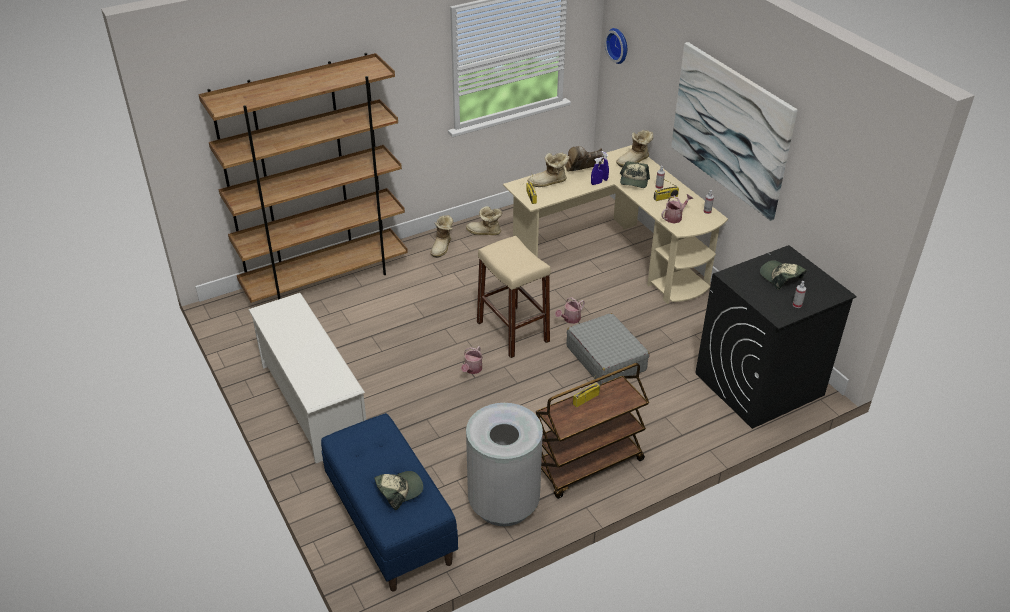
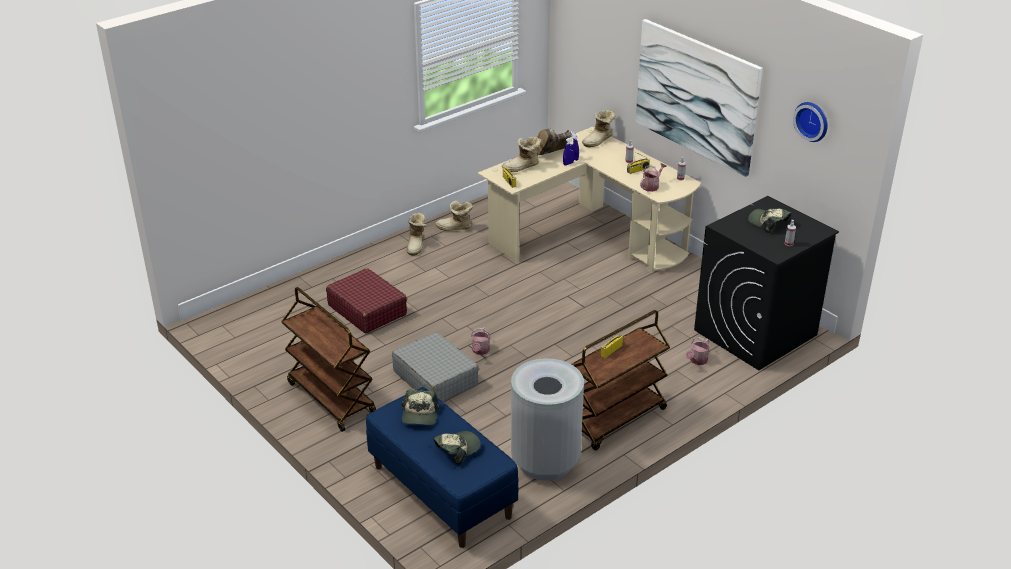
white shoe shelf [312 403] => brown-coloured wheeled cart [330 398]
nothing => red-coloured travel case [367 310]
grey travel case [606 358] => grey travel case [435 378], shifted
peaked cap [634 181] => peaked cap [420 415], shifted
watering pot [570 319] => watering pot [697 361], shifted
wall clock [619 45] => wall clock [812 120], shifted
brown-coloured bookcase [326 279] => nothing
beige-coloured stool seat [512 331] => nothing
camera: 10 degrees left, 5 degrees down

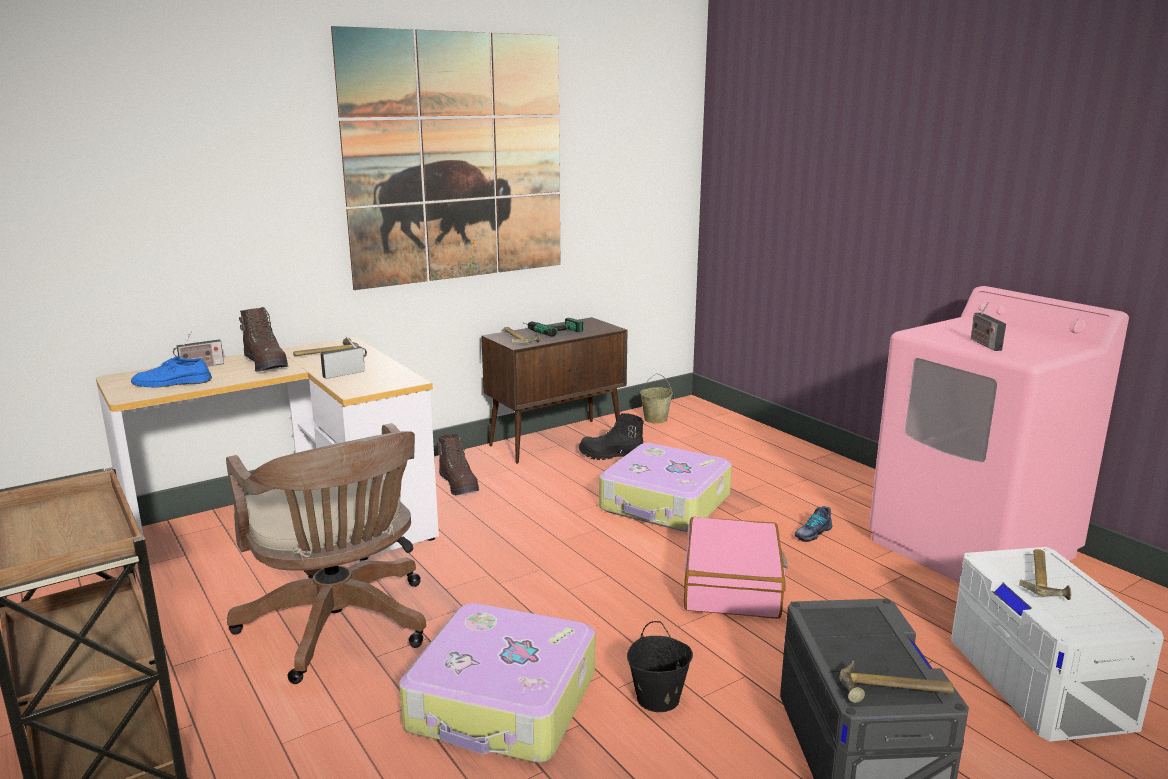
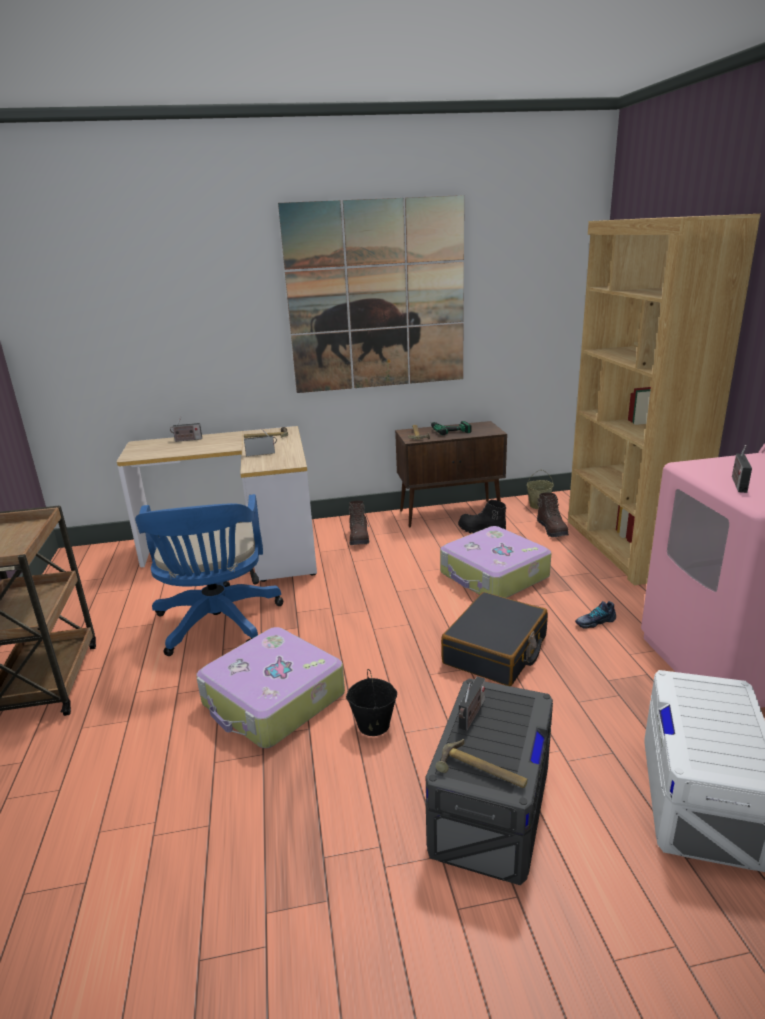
brown-coloured desk chair [340 628] => bluish desk chair [217 625]
pink travel case [733 584] => blackish travel case [496 651]
nothing => radio receiver [471 716]
brown-coloured high-top boot [266 364] => brown-coloured high-top boot [552 530], shifted
nothing => brown-coloured bookcase [625 547]
bluish item of footwear [172 383] => nothing
tool hammer [1044 578] => nothing
camera: 25 degrees right, 5 degrees up

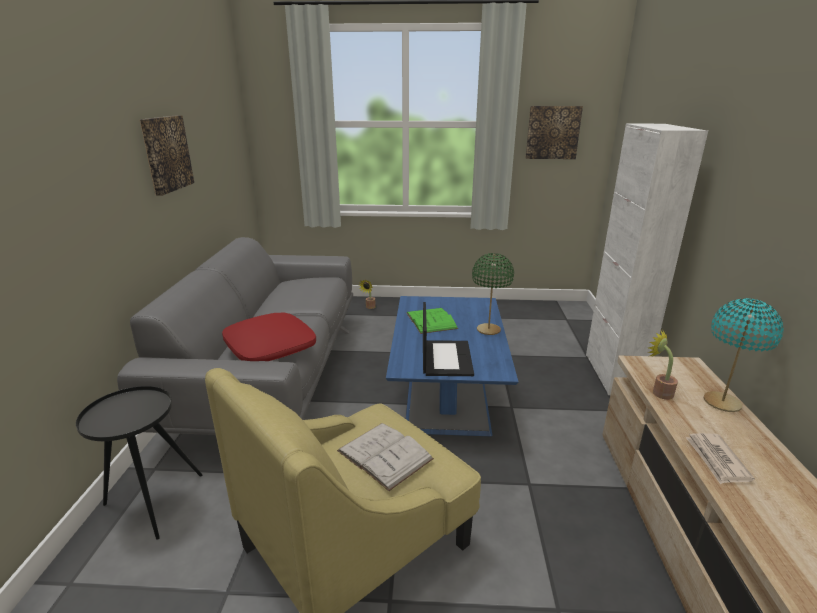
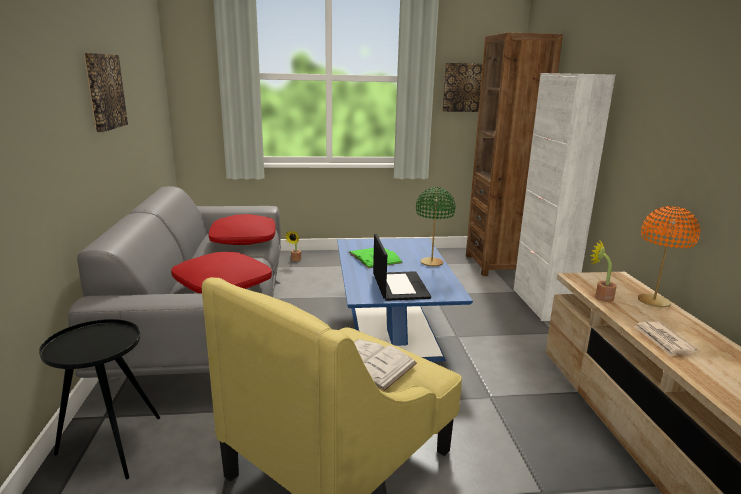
nothing => red-coloured cushion [243 239]
nothing => brown-coloured bookcase [496 265]
turquoise tabletop lamp [722 403] => orangey tabletop lamp [654 302]
camera: 10 degrees left, 5 degrees down

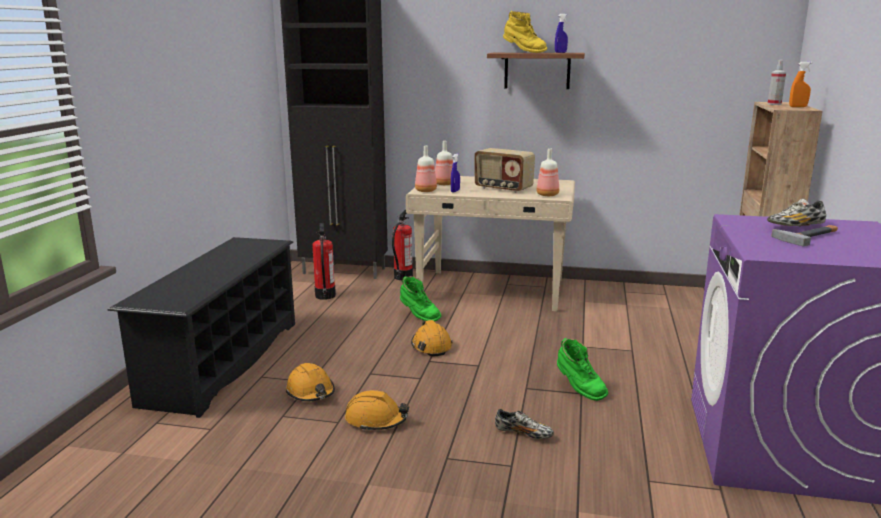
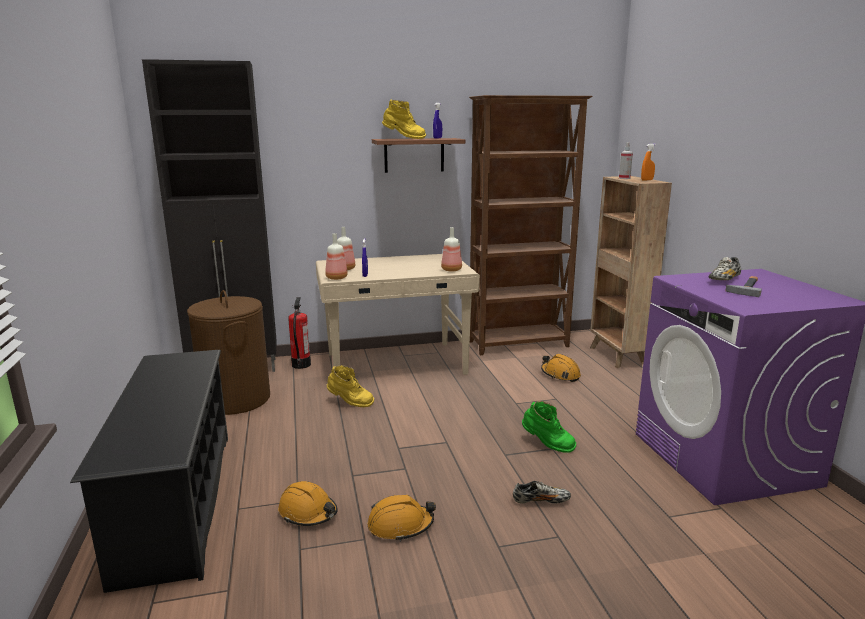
fire-fighting cylinder [325 296] => brown-coloured laundry basket [235 399]
green-coloured high-top boot [418 316] => yellow high-top boot [350 403]
nothing => brown-coloured bookcase [519 344]
orangey safety helmet [431 346] => orangey safety helmet [560 374], shifted
radio receiver [503 189] => nothing
camera: 25 degrees left, 0 degrees up

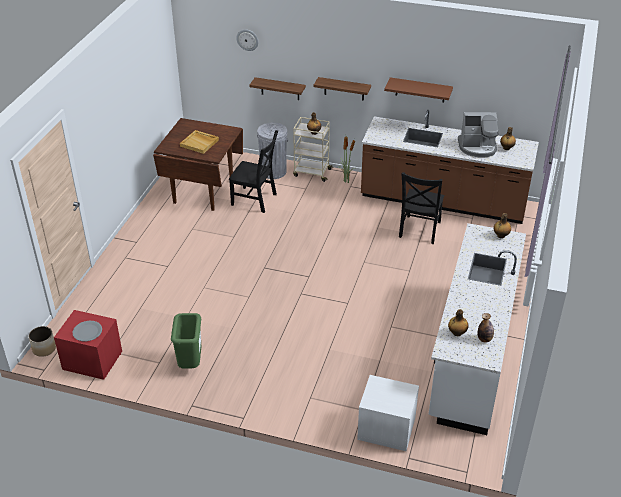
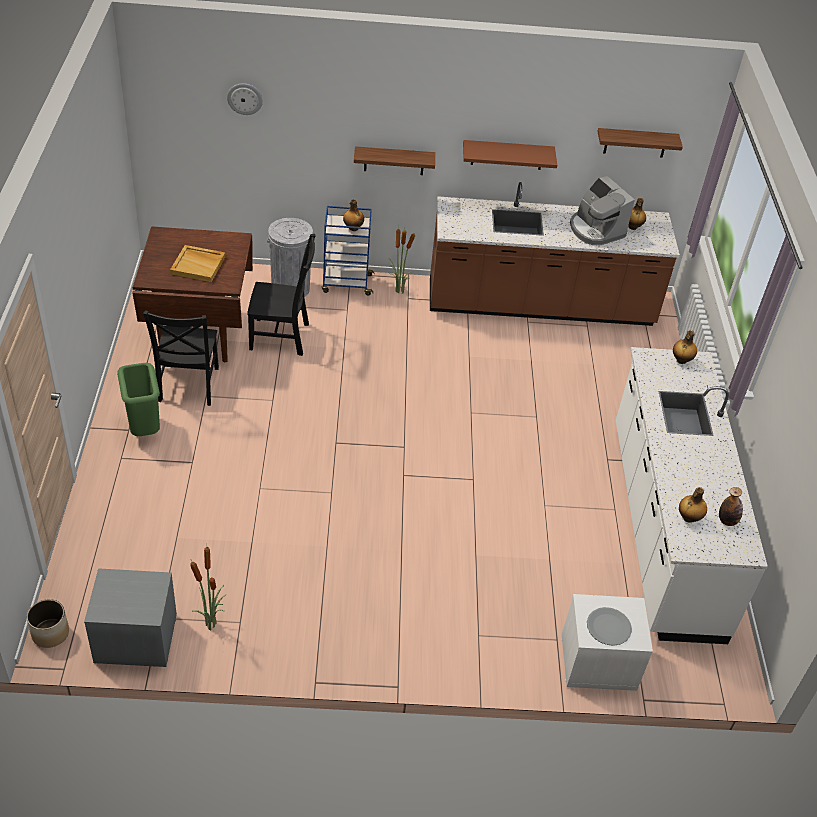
red-coloured night table [91 361] => grey night table [135 639]
green-coloured waste bin [191 363] => green-coloured waste bin [145 430], shifted
blackish upright chair [419 231] => blackish upright chair [188 386], shifted
nothing => plant in a pot [211 623]
beige-coloured wheeled cart [311 172] => bluish wheeled cart [346 283]
coffee machine [477 147] => coffee machine [595 230], 75 degrees clockwise
grey dinner plate [87 332] => grey dinner plate [608 627], shifted
wall shelf [280 89] => wall shelf [635 142], shifted
camera: 20 degrees left, 5 degrees up

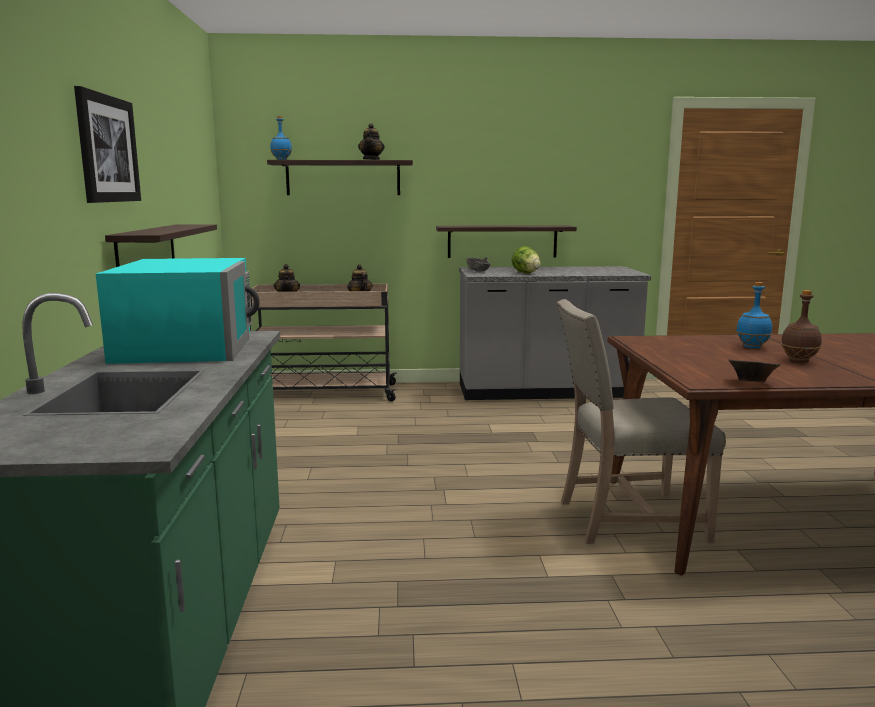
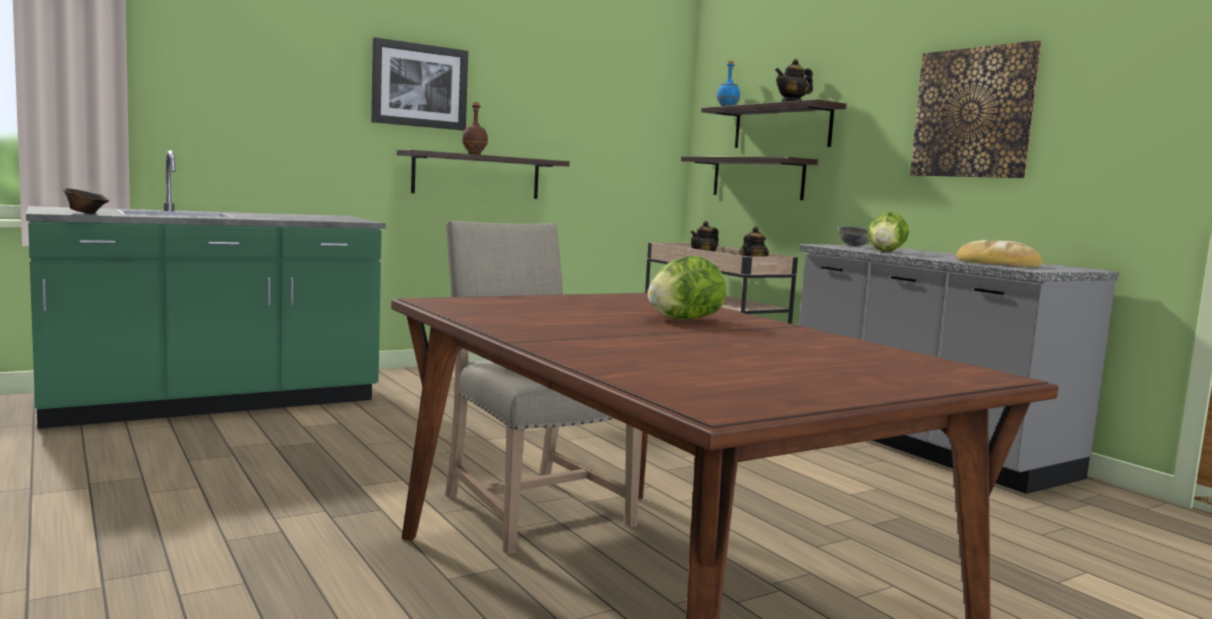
brown-coloured bowl [750 383] => brown-coloured bowl [86 213], shifted
brown-coloured drink bottle [798 361] => brown-coloured drink bottle [474 154], shifted
bluish drink bottle [752 347] => lettuce head [683 319]
wall shelf [502 241] => wall shelf [757 178], shifted
nothing => wall picture [973 113]
nothing => baked bread [997 263]
turquoise kitchen microwave [187 345] => nothing
camera: 60 degrees right, 5 degrees down

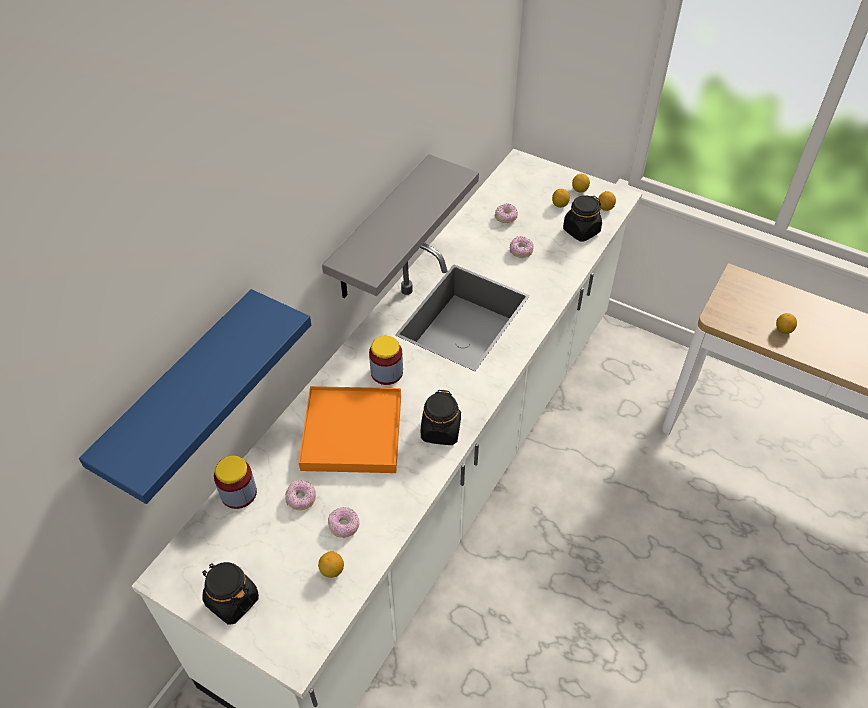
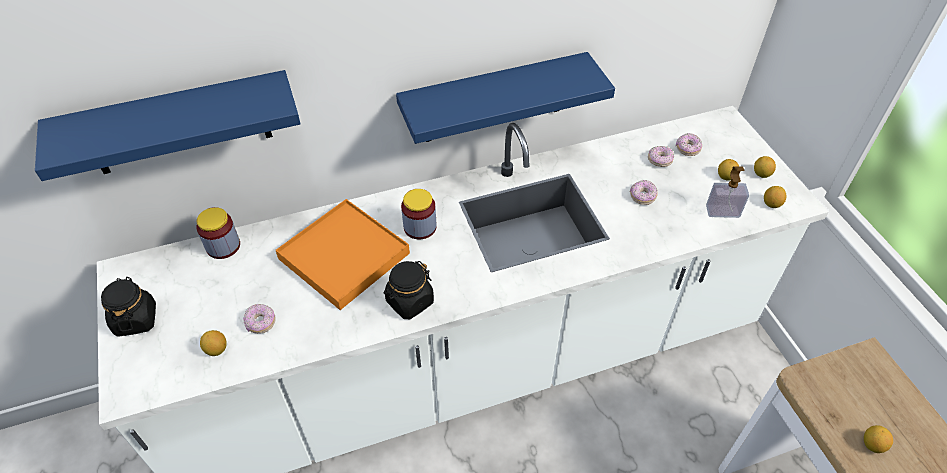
grey wall shelf [380 230] => bluish wall shelf [493 99]
donut [301 499] => donut [687 149], shifted
blackish jar [581 231] => liquid soap bottle [722 211]
camera: 40 degrees right, 0 degrees up

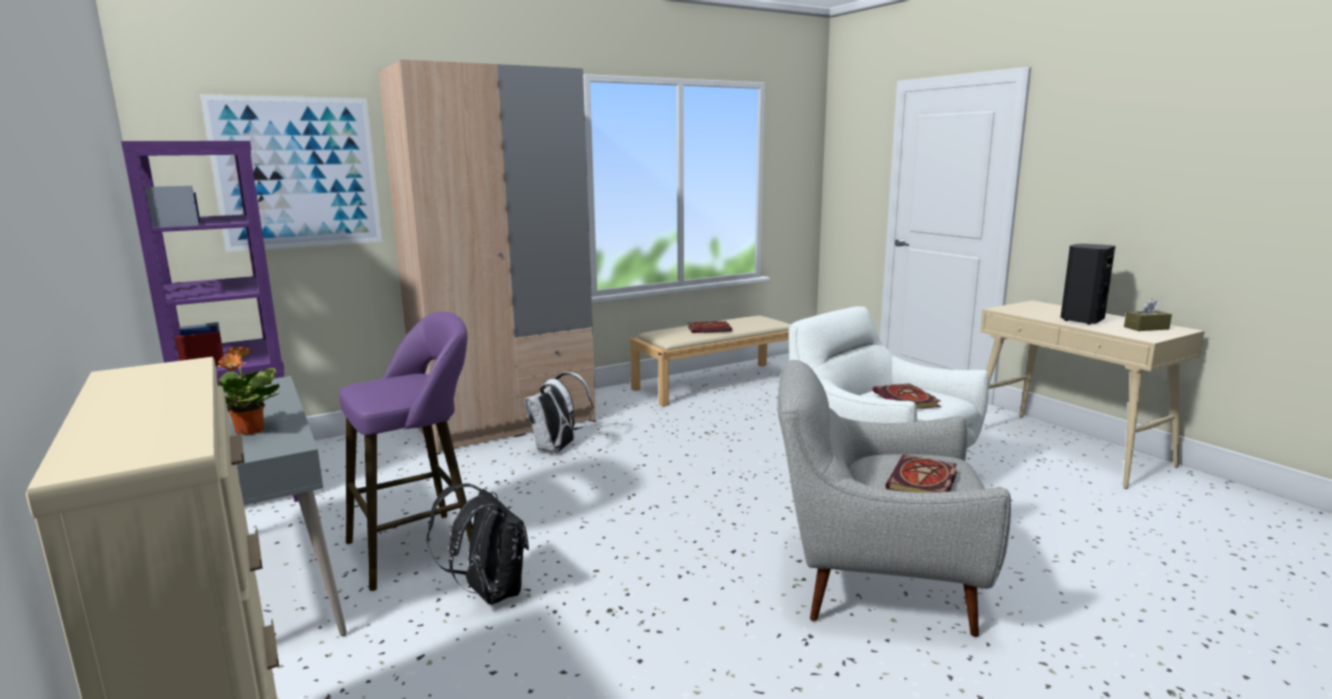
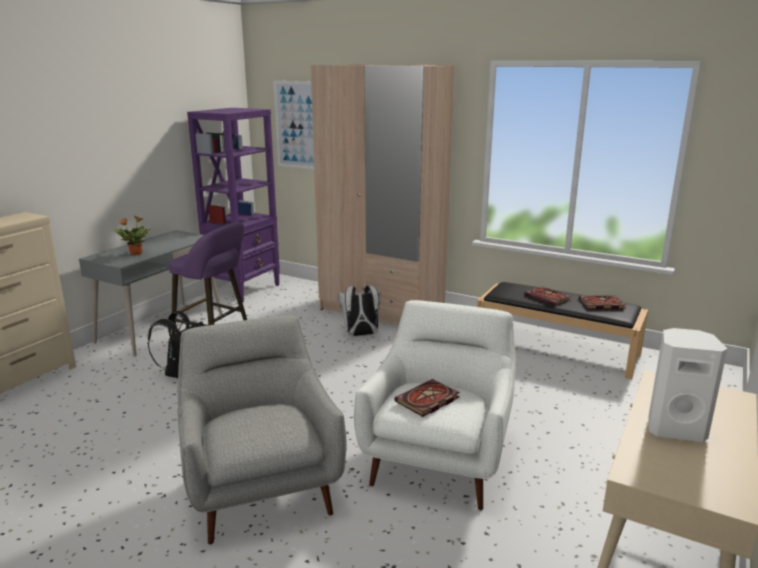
beige-coloured bench [717 383] => blackish bench [557 349]
volume [923 482] => volume [601 304], shifted
blackish loudspeaker [1081 320] => white loudspeaker [674 428]
brown-coloured tissue holder [1146 328] => nothing
camera: 60 degrees right, 5 degrees up

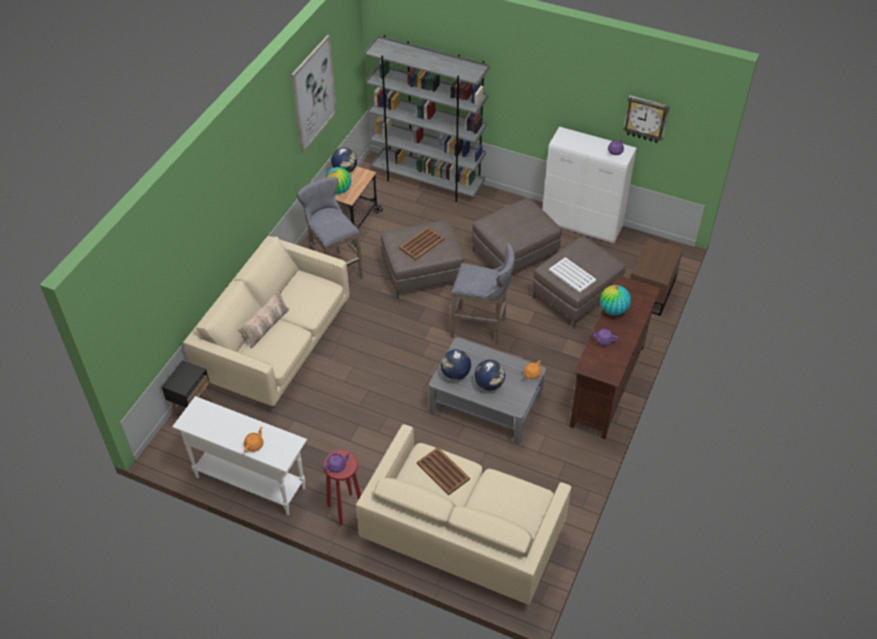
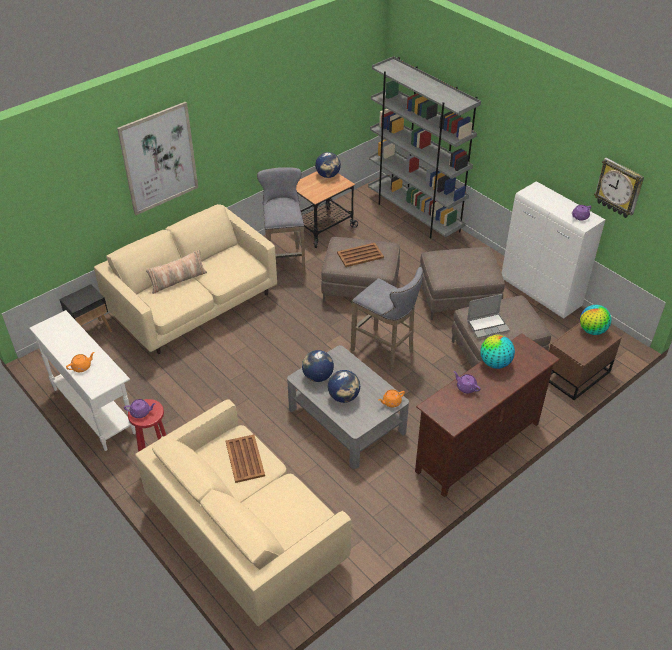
wall picture [313 94] => wall picture [159 158], shifted
white serving tray [572 275] => notebook computer [488 326]
world globe [339 190] => world globe [592 330], shifted
camera: 25 degrees right, 5 degrees down

